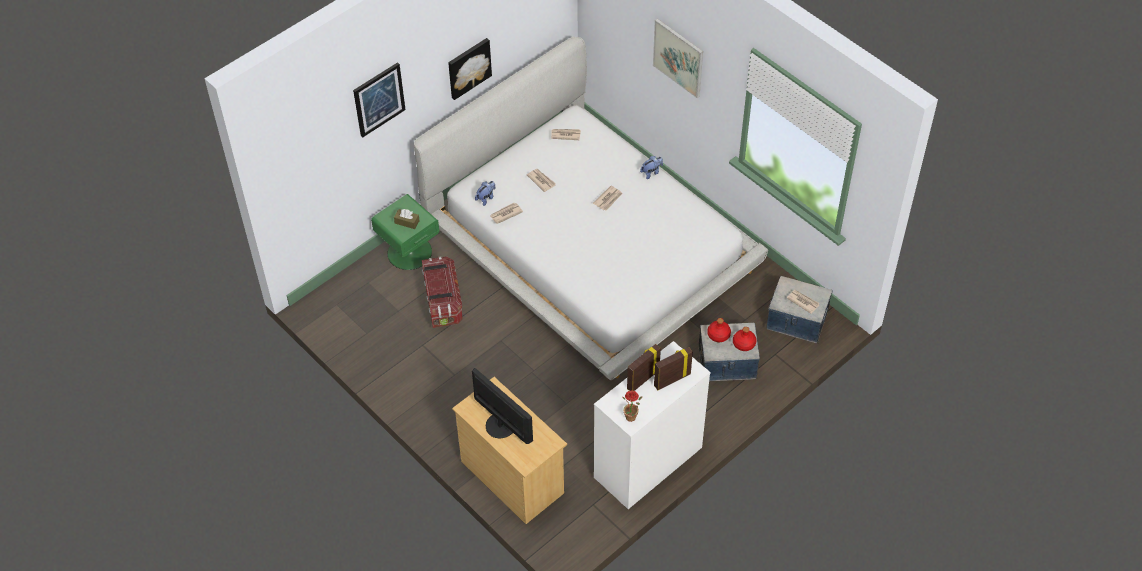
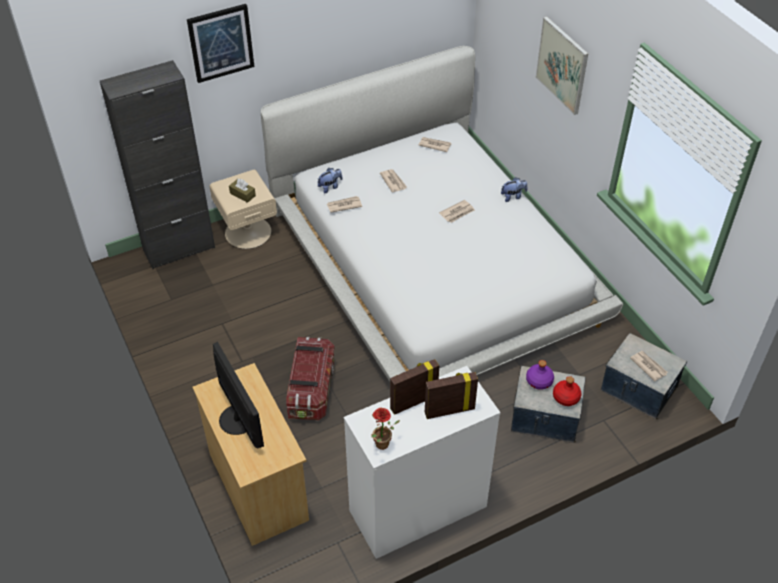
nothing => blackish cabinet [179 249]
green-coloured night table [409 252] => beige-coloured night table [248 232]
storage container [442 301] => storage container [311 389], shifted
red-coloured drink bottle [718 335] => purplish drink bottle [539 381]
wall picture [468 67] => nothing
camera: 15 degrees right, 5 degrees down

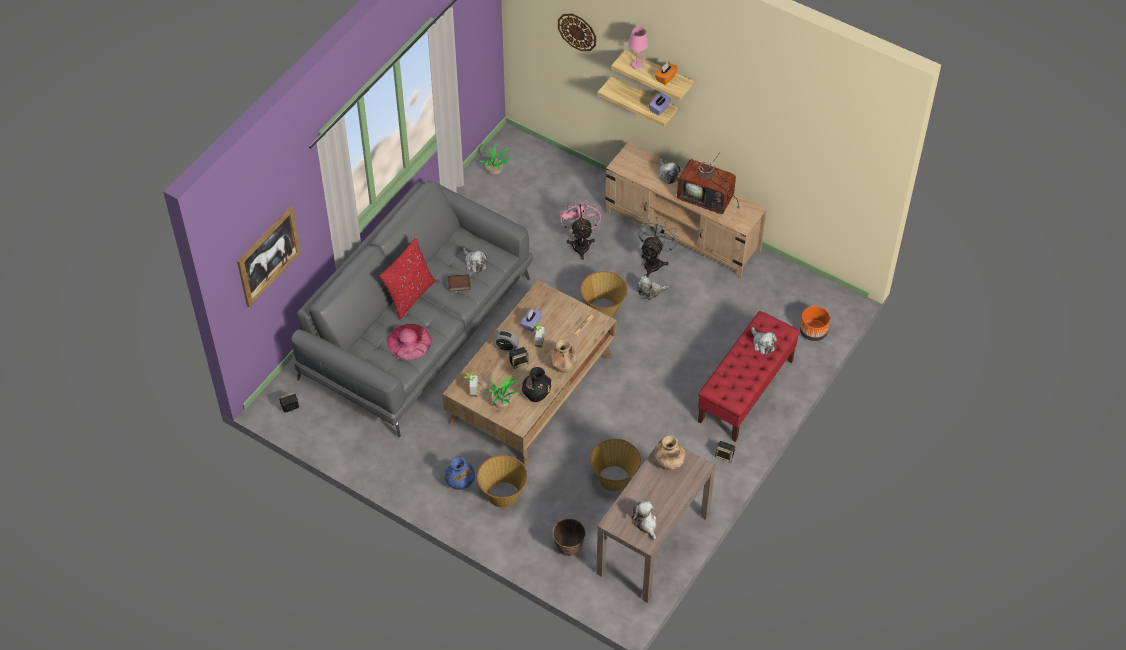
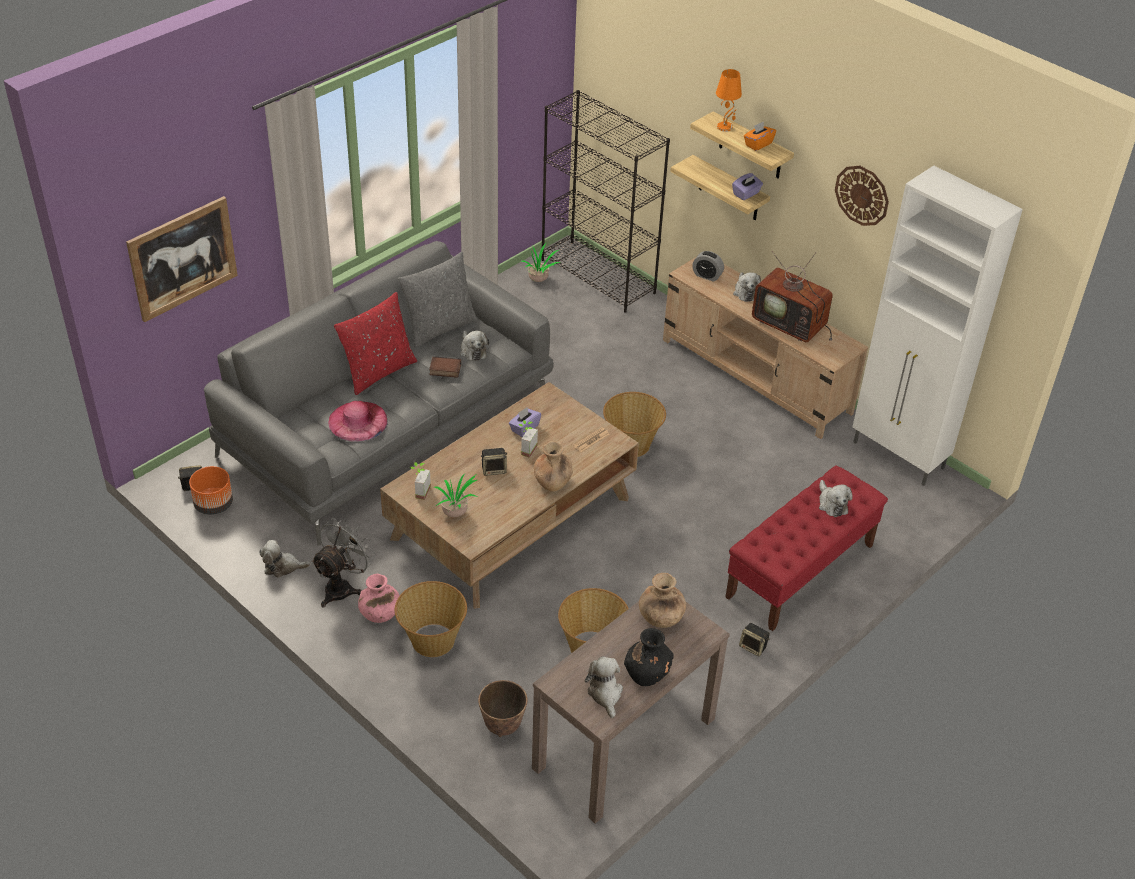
orangey planter [813 332] => orangey planter [213 505], shifted
plush toy [650 292] => plush toy [282 567], shifted
grey cooling fan [654 262] => grey cooling fan [343 587], shifted
bluish vase [460 482] => pink vase [380 614]
nothing => grey cushion [439 327]
nothing => blackish bookcase [598 276]
blackish vase [536 393] => blackish vase [647 673], shifted
bedside clock [506 347] => bedside clock [707 276], shifted
pink tabletop lamp [637 65] => orangey tabletop lamp [725 127]
wall clock [577 31] => wall clock [862 195], shifted
nothing => white cabinet [899 456]
pink cooling fan [580 243] => nothing
camera: 10 degrees right, 10 degrees down

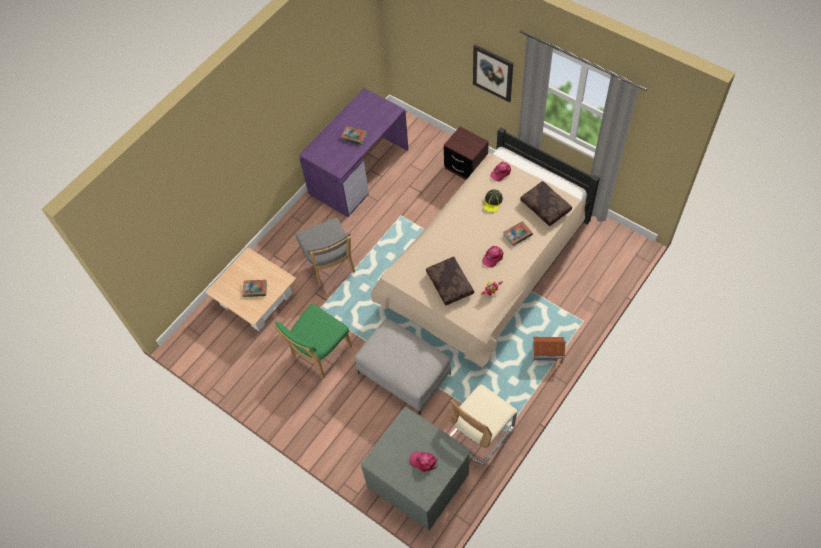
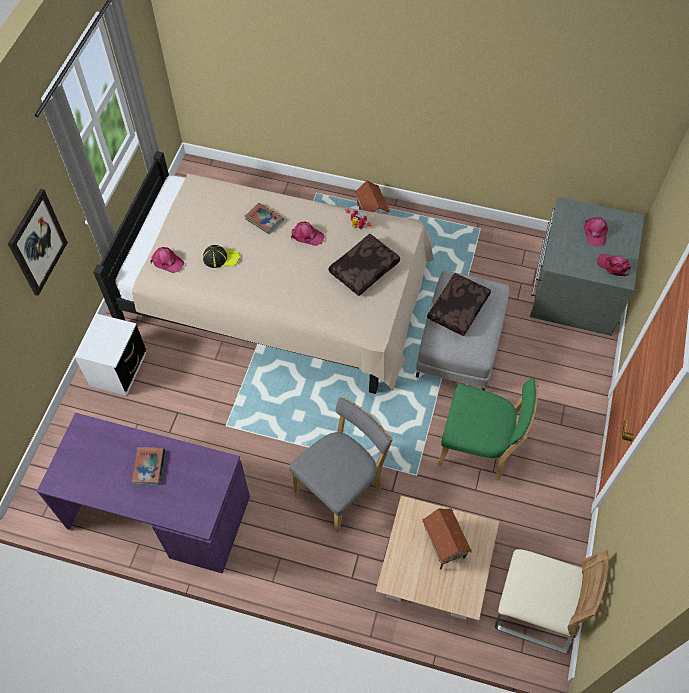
brown-coloured night table [466 167] => white night table [118 370]
volume [255 289] => miniature house [443 545]
brown-coloured cushion [546 206] => brown-coloured cushion [457 307], shifted
beige-coloured upright chair [481 432] => beige-coloured upright chair [536 610], shifted
nothing => pink peaked cap [613 266]
camera: 115 degrees left, 0 degrees up

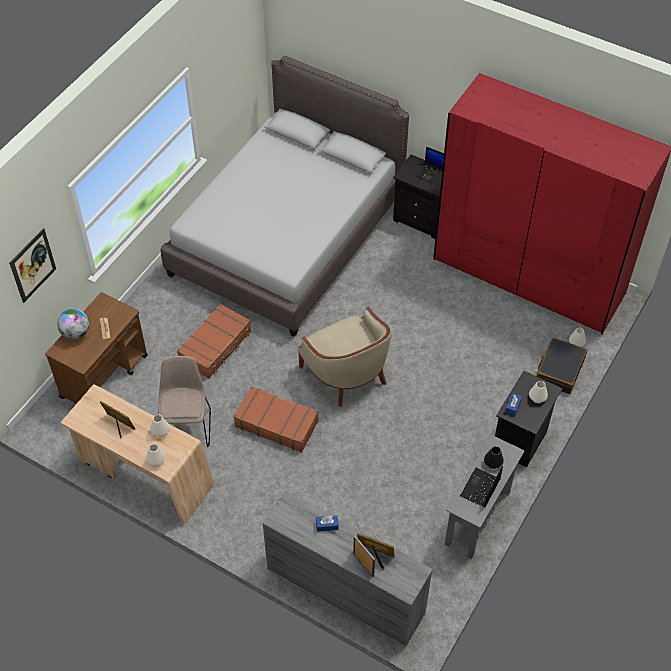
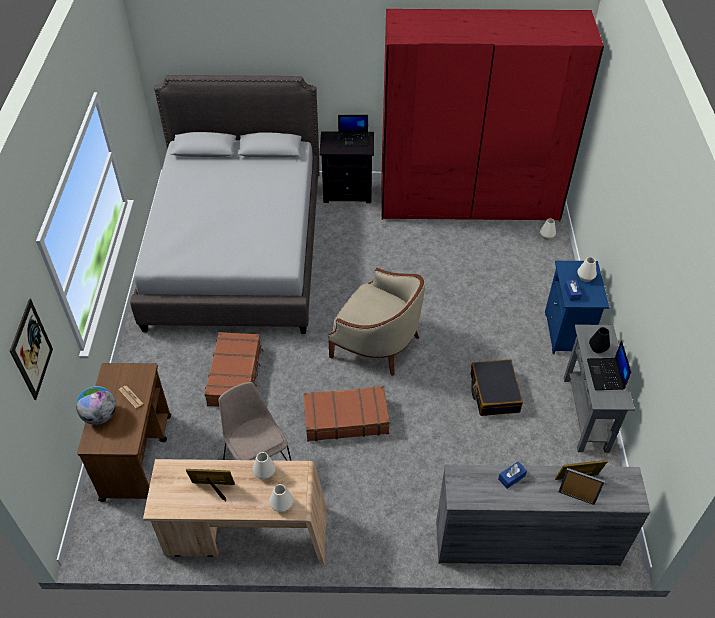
blackish travel case [559 370] => blackish travel case [494 393], shifted
blackish night table [520 442] => bluish night table [567 333]
camera: 30 degrees left, 5 degrees down

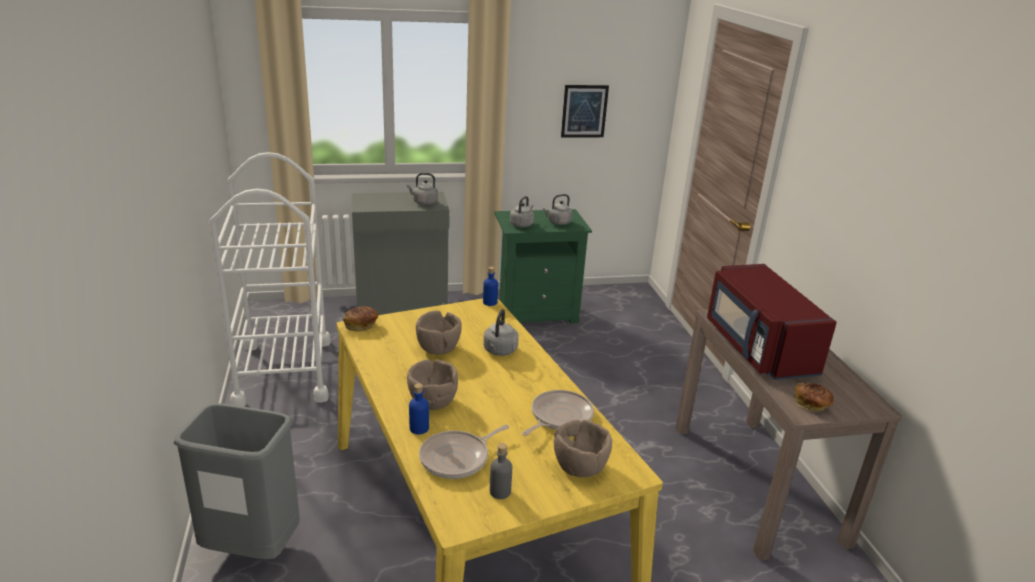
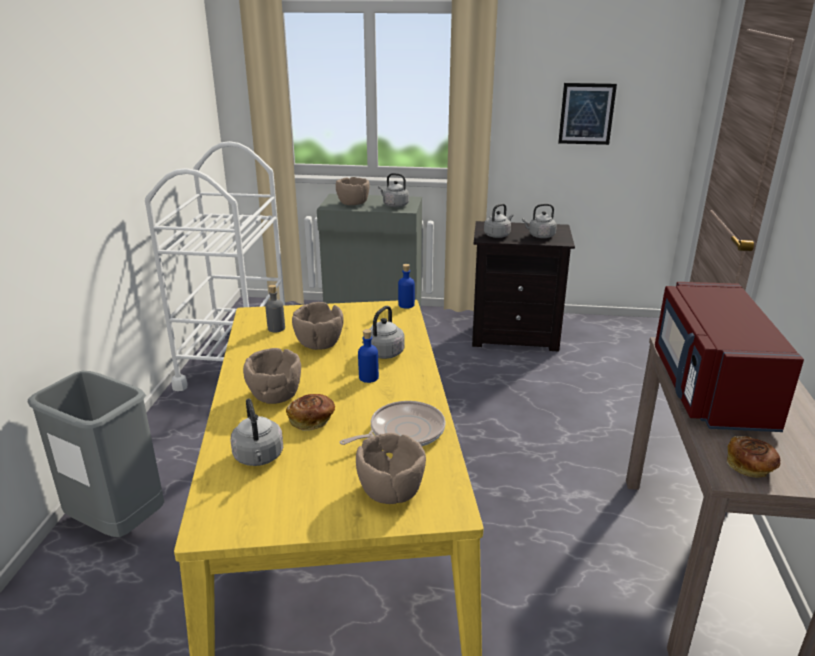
skillet [457 458] => grey tea kettle [259 458]
grey drink bottle [500 491] => grey drink bottle [276 328], shifted
baked bread [361 325] => baked bread [312 421], shifted
nothing => brown-coloured bowl [354 203]
bluish drink bottle [419 428] => bluish drink bottle [368 377], shifted
green-coloured night table [535 312] => blackish night table [515 335]
camera: 20 degrees right, 0 degrees up

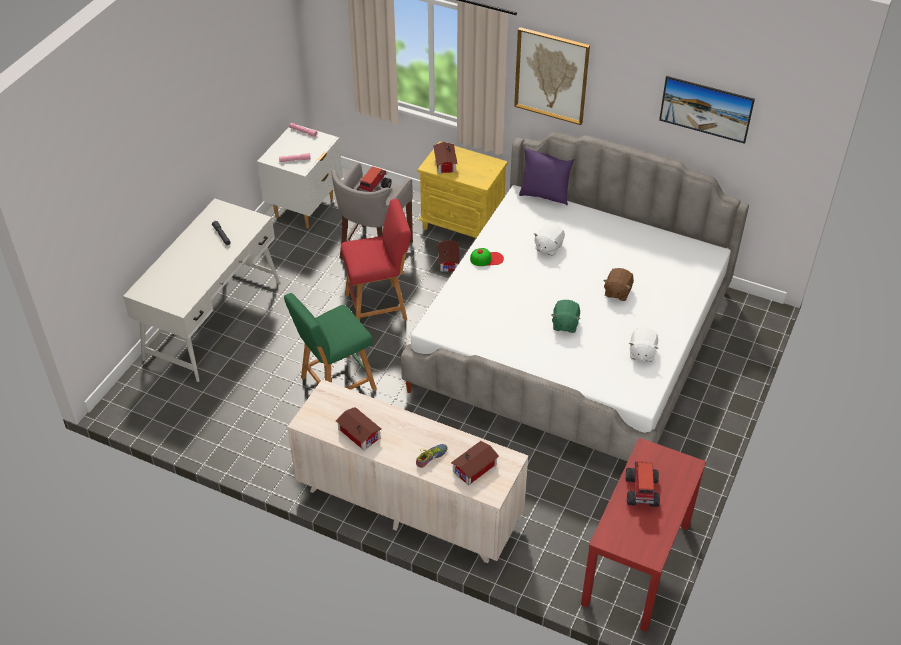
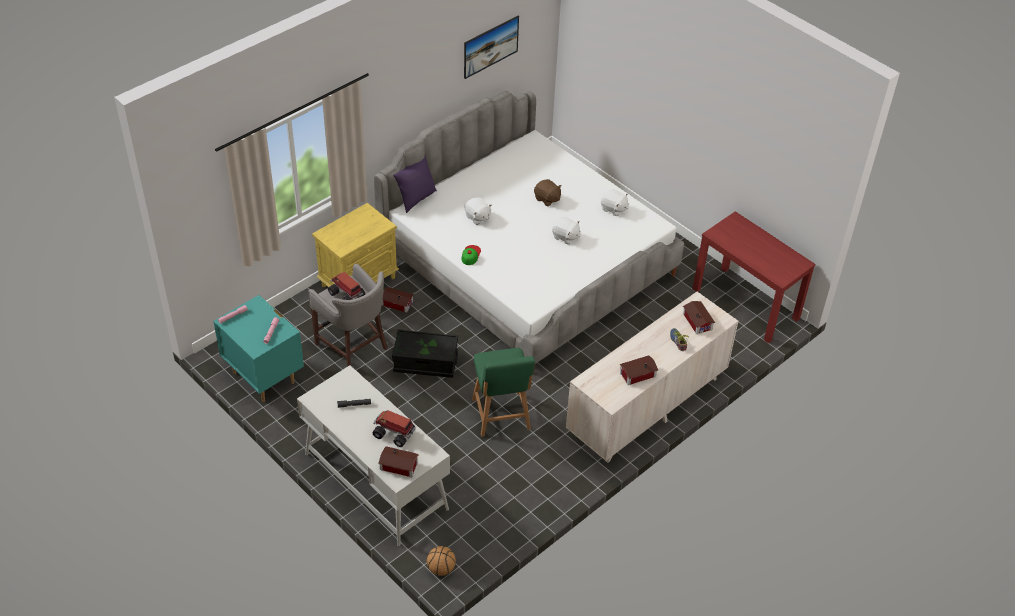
white night table [305 208] => turquoise night table [264 377]
toy lorry [641 492] => toy lorry [394 434], shifted
miniature house [444 163] => miniature house [399 467], shifted
red-coloured stool seat [379 306] => blackish storage container [425 363]
nothing => basketball [441 569]
green-coloured plush toy [565 324] => white plush toy [565 237]
wall picture [551 75] => nothing
camera: 70 degrees left, 0 degrees up

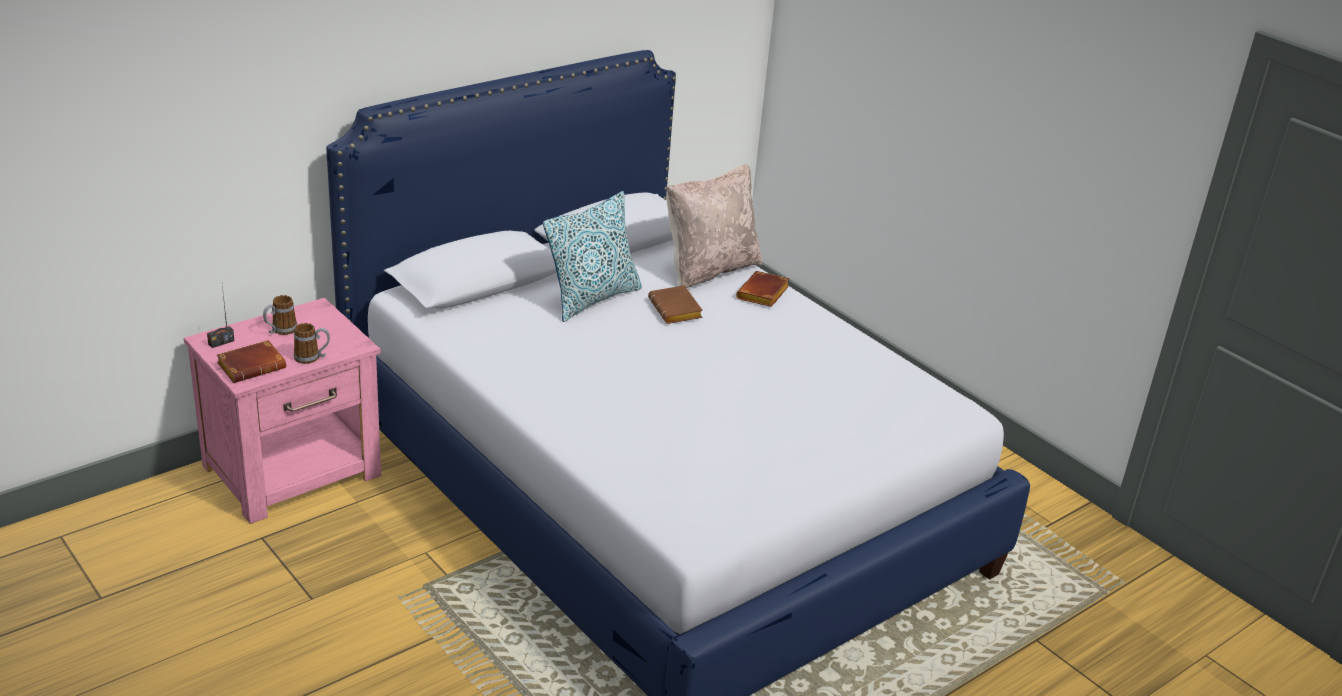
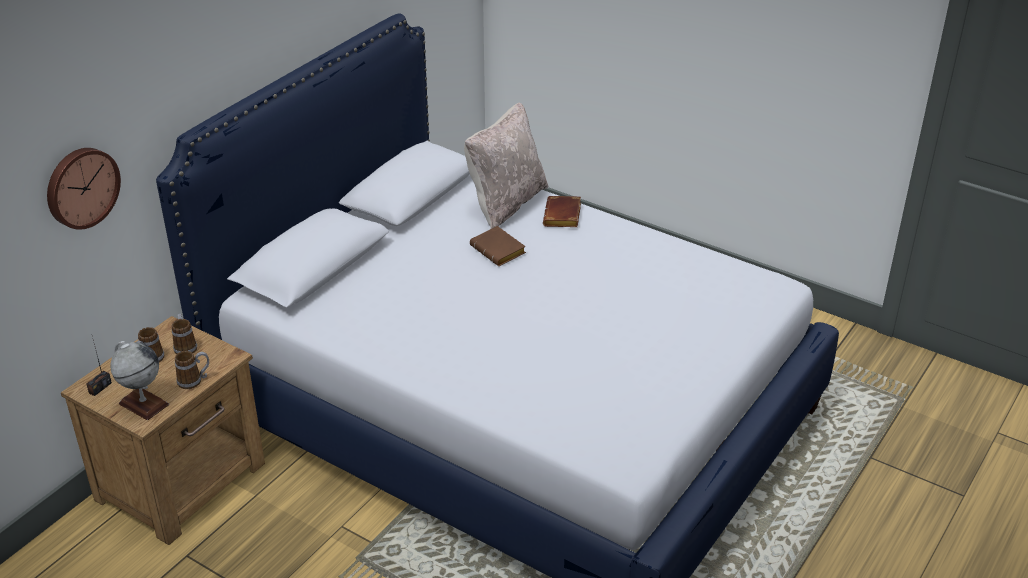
nothing => wall clock [81 187]
pink night table [295 471] => brown-coloured night table [183 481]
brown-coloured volume [252 366] => world globe [143 404]
nothing => coffee mug [185 346]
cushion [592 298] => nothing
camera: 15 degrees left, 5 degrees up

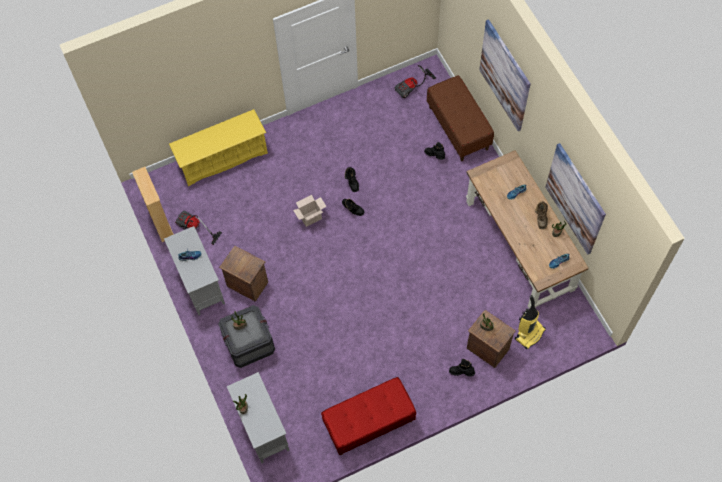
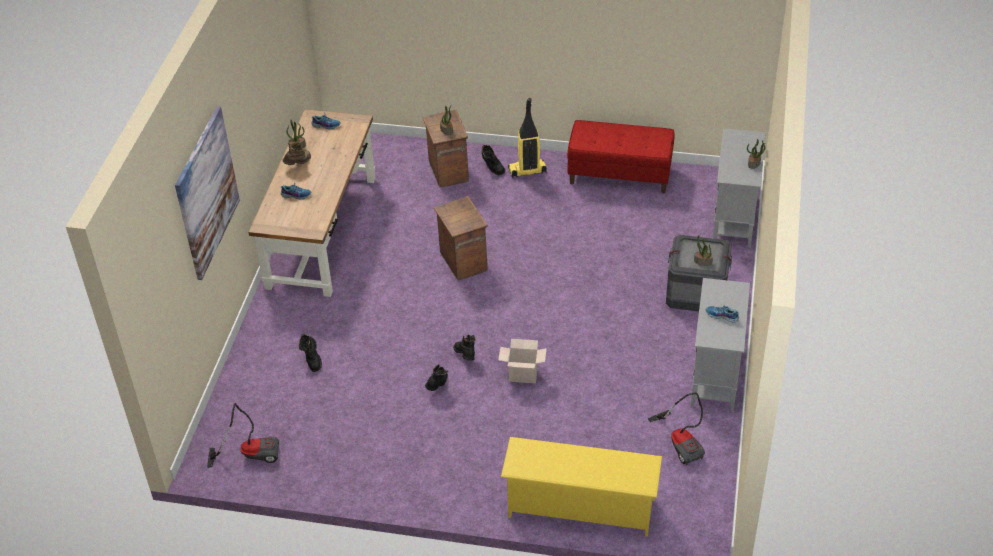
packing crate [247 284] => packing crate [463 262], shifted
vacuum cleaner [529 333] => vacuum cleaner [527 171], shifted
beige-coloured bookcase [161 223] => nothing
brown-coloured bench [458 128] => nothing
wall picture [575 199] => nothing
camera: 145 degrees left, 20 degrees down

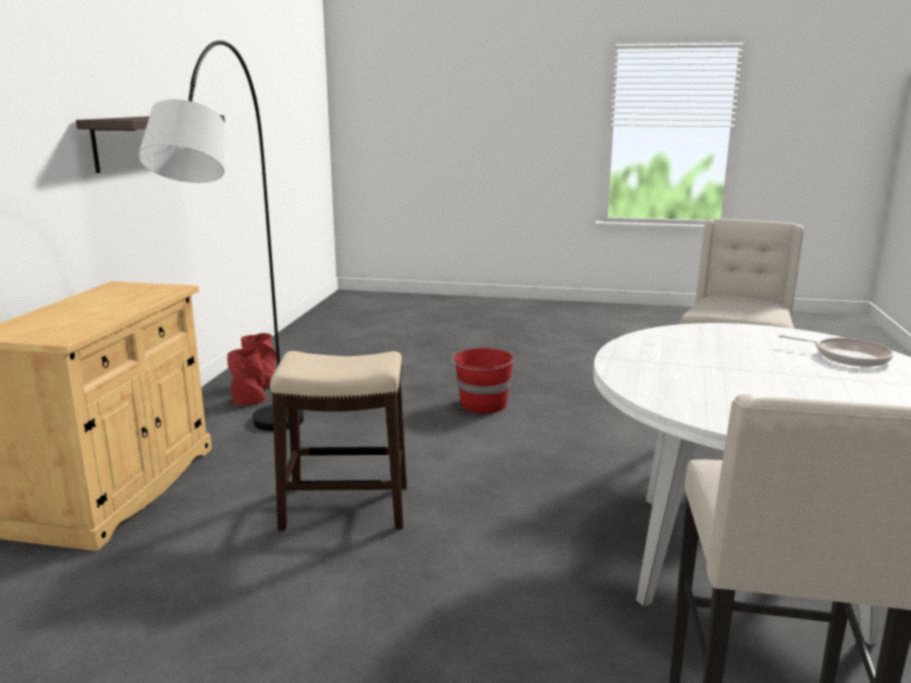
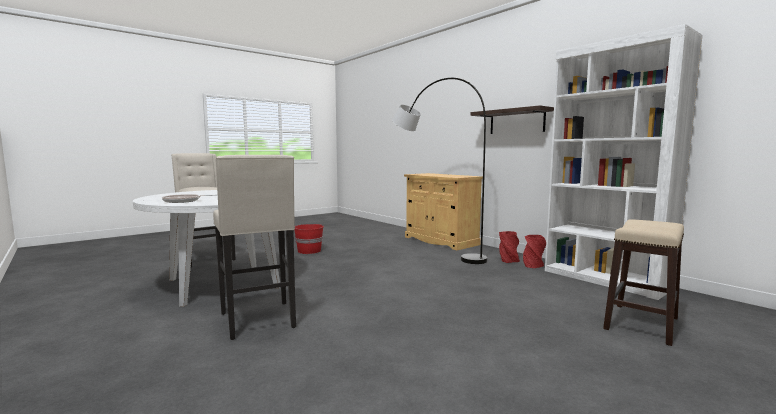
red-coloured bucket [483 405] => red-coloured bucket [309 251], shifted
nothing => white bookcase [605 279]
stool seat [347 507] => stool seat [641 323], shifted
camera: 130 degrees right, 10 degrees down

